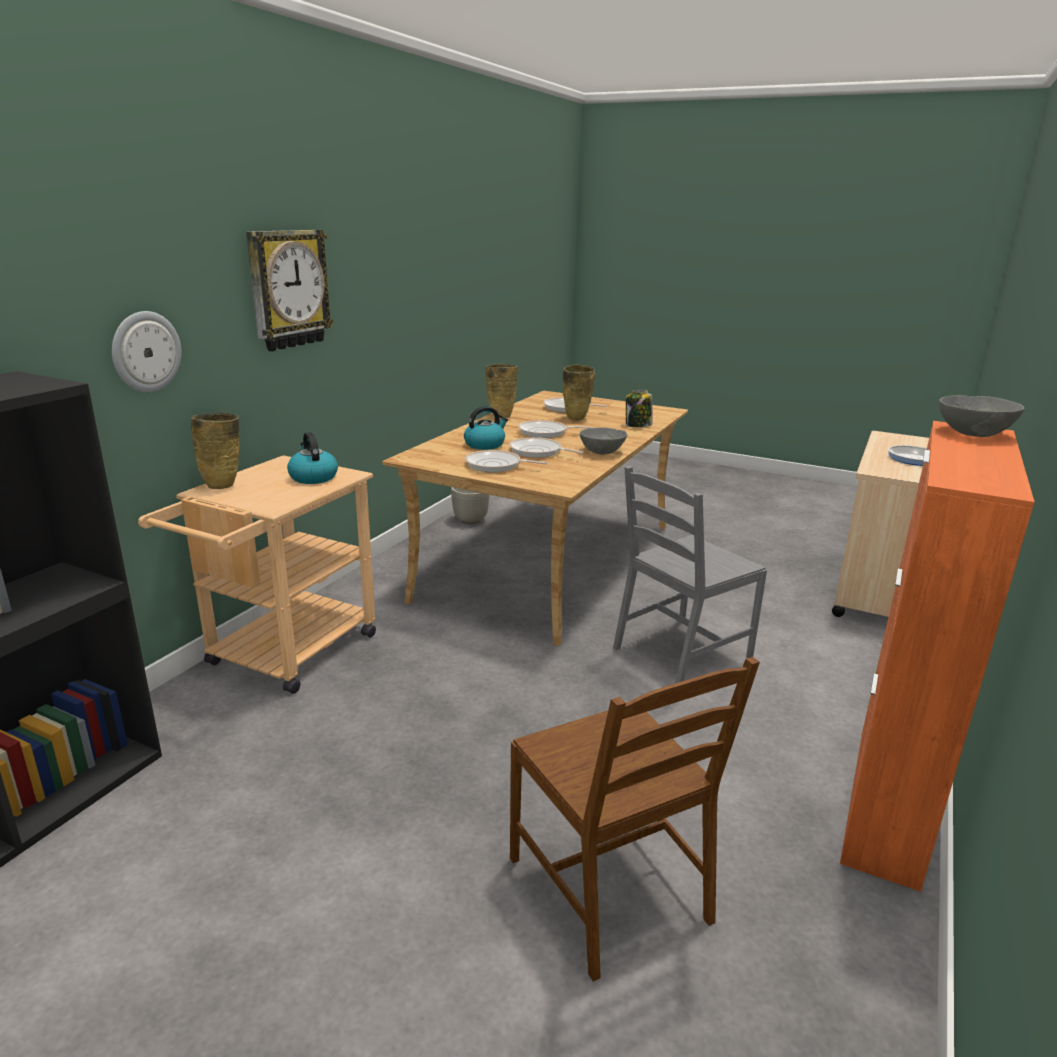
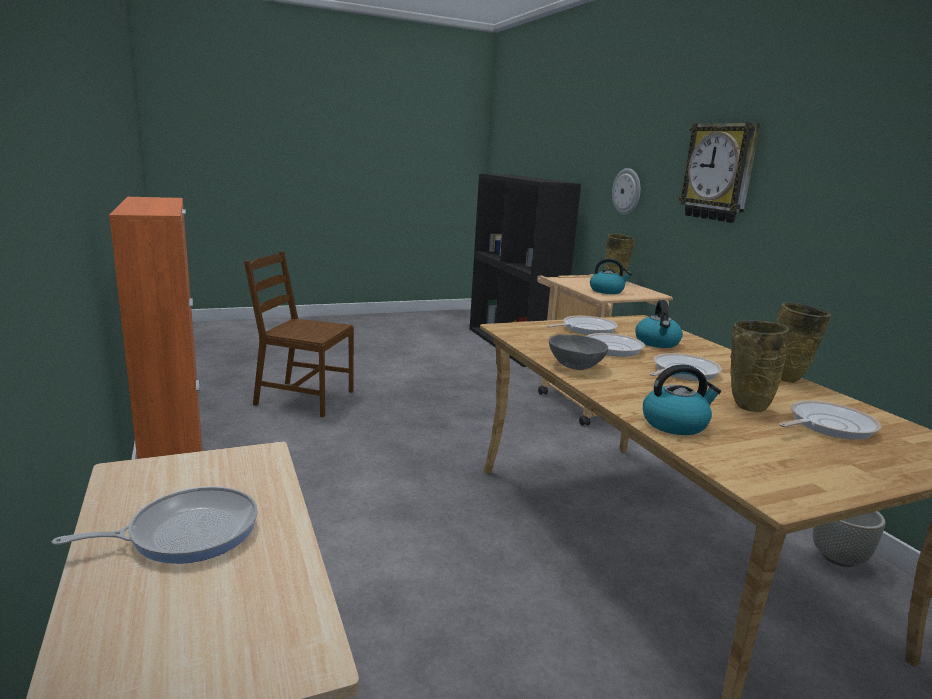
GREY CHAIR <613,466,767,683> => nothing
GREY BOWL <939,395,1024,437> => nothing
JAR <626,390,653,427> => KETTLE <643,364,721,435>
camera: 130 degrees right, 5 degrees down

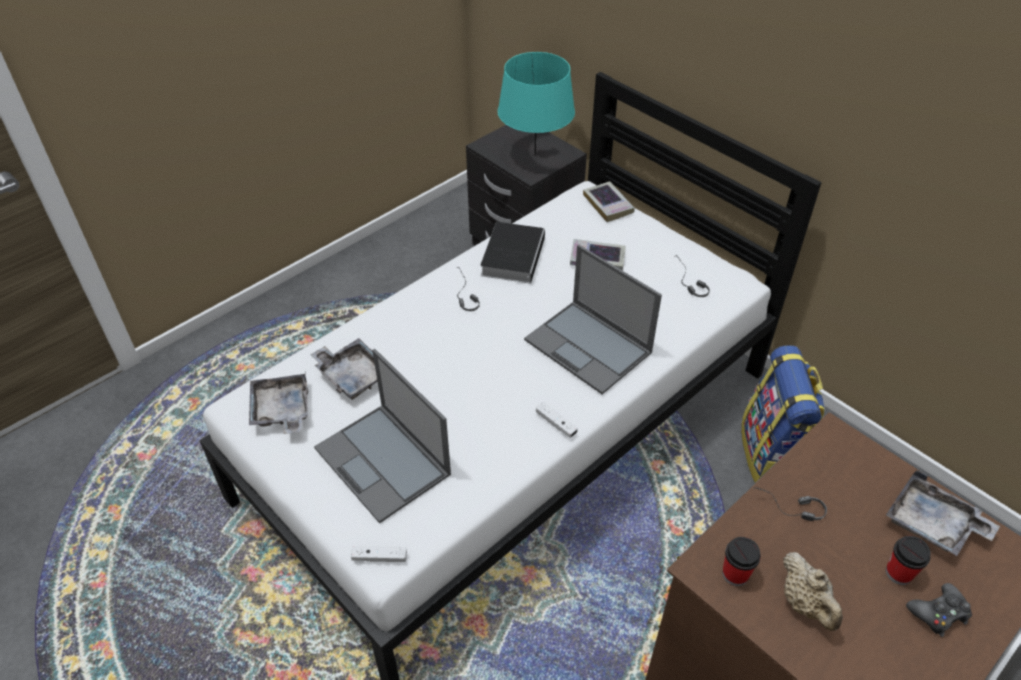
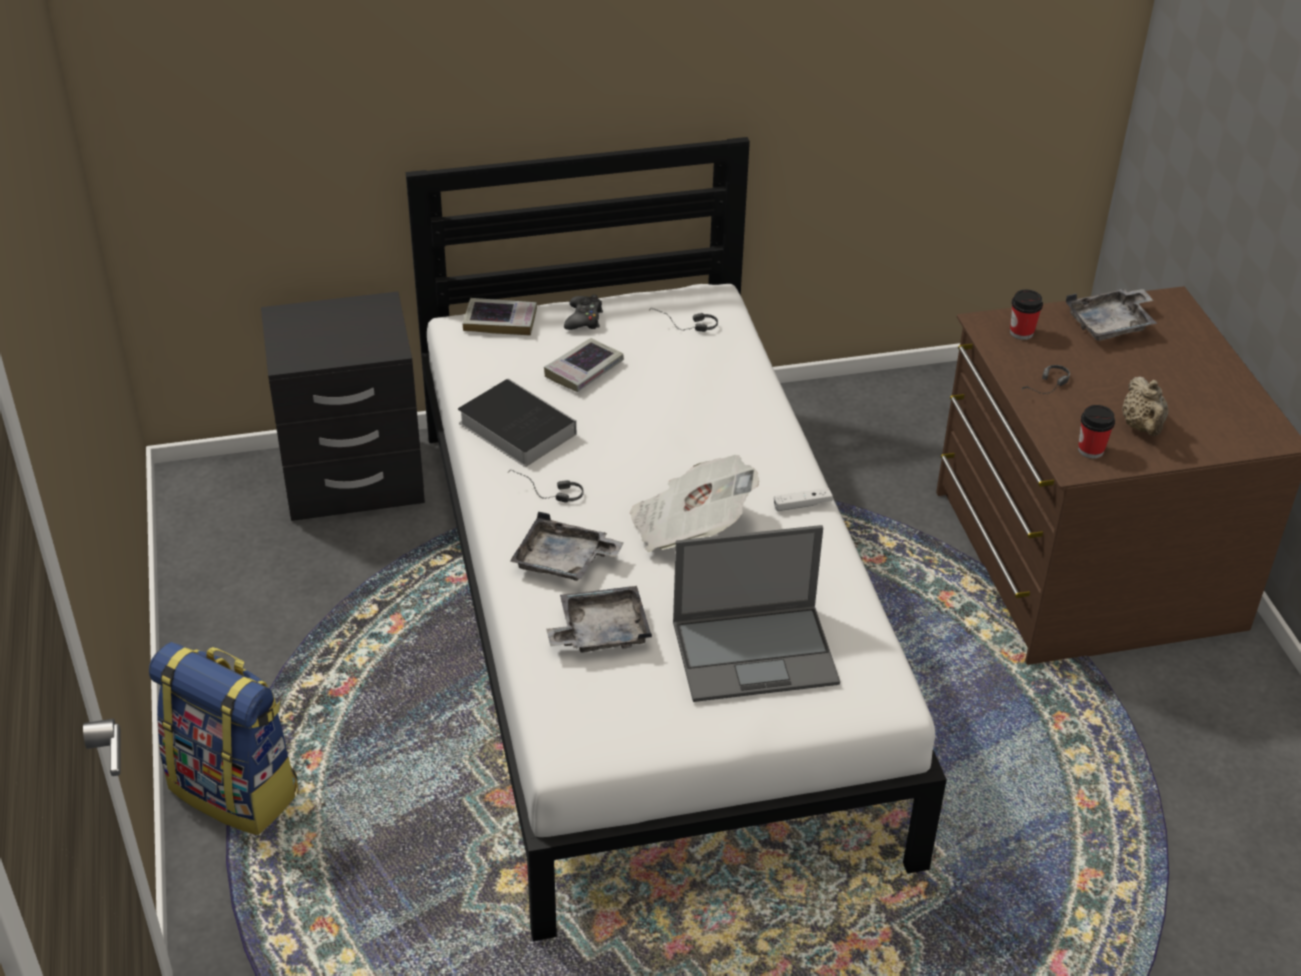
WHITE GAME CONTROLLER <351,546,407,562> => nothing
TURQUOISE TABLE LAMP <498,52,575,155> => nothing
LAPTOP <524,245,662,394> => nothing
nothing => NEWSPAPER <630,455,759,552>
GREY TRAY <249,373,308,434> => GREY TRAY <510,511,624,581>, relocated
BACKPACK <741,345,824,482> => BACKPACK <149,642,299,835>, relocated
CUP <886,536,931,585> => CUP <1010,290,1043,340>, relocated
BLACK GAME CONTROLLER <906,583,972,637> => BLACK GAME CONTROLLER <564,294,603,330>, relocated
BEIGE TEAPOT <783,552,843,631> => BEIGE TEAPOT <1122,377,1168,436>, 75 degrees clockwise
camera: 60 degrees left, 5 degrees down

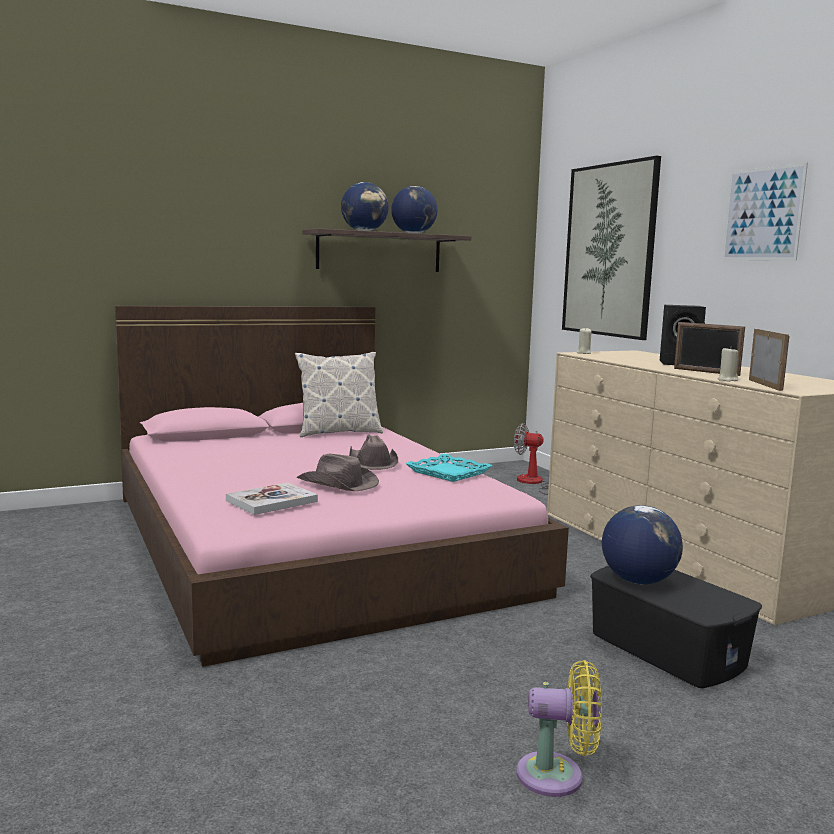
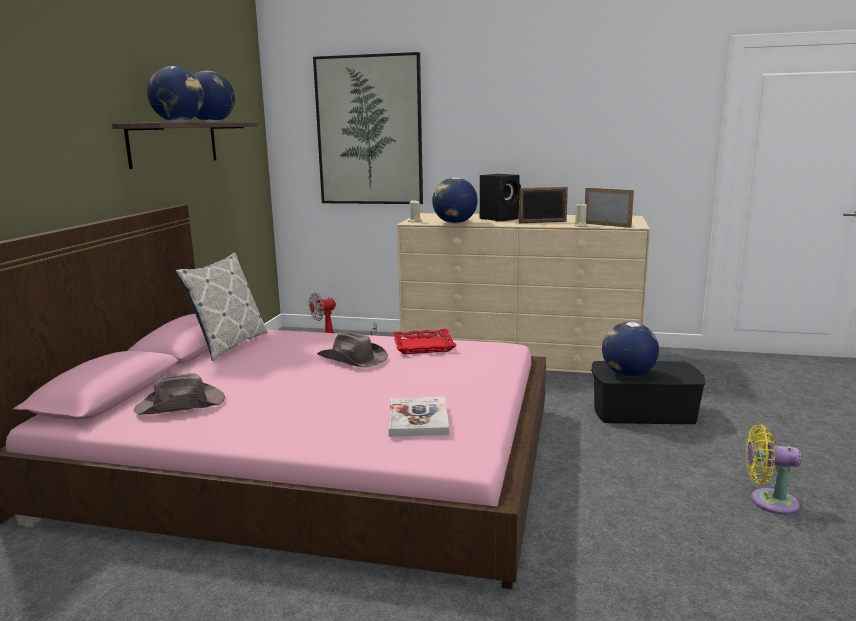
PICTURE <722,162,808,260> => nothing
nothing => GLOBE <432,177,478,223>
BROWN HAT <297,454,379,491> => BROWN HAT <134,373,225,414>, relocated
TURQUOISE TRAY <405,454,493,482> => RED TRAY <392,329,457,354>
YELLOW FAN <516,660,602,797> => YELLOW FAN <746,425,802,515>, 120 degrees counterclockwise
camera: 50 degrees left, 5 degrees up

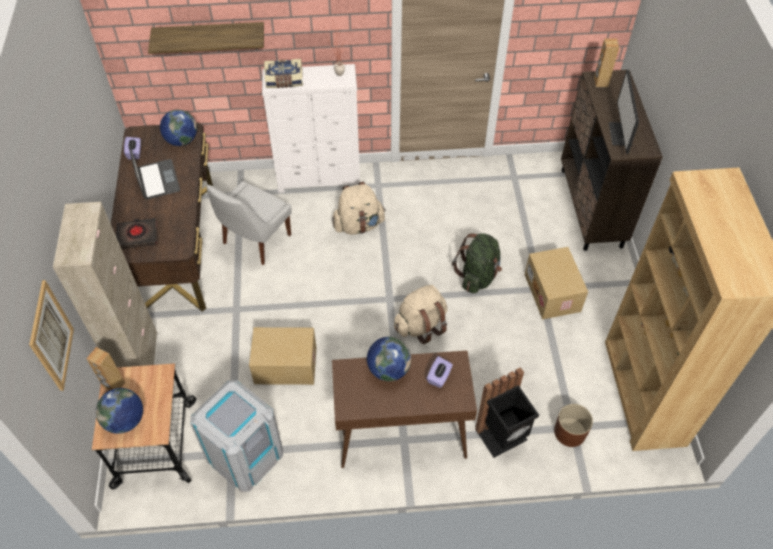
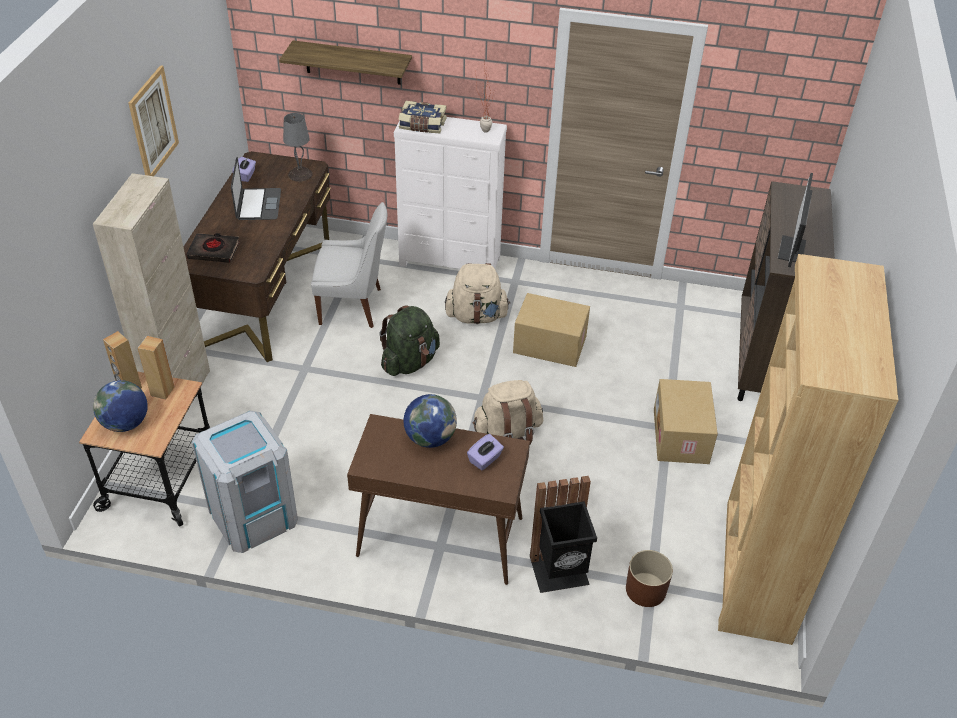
PICTURE <29,280,74,391> => PICTURE <128,65,179,176>, relocated
CARDBOARD BOX <249,327,316,385> => CARDBOARD BOX <513,293,590,367>, relocated
GREEN BACKPACK <452,233,502,294> => GREEN BACKPACK <379,305,440,376>, relocated
BROWN SPEAKER <594,39,619,87> => BROWN SPEAKER <138,336,175,400>, relocated
GLOBE <160,110,197,146> => GREY TABLE LAMP <283,113,313,182>
WHITE CHAIR <206,181,292,265> => WHITE CHAIR <311,202,387,328>, 135 degrees counterclockwise
camera: 15 degrees right, 10 degrees down

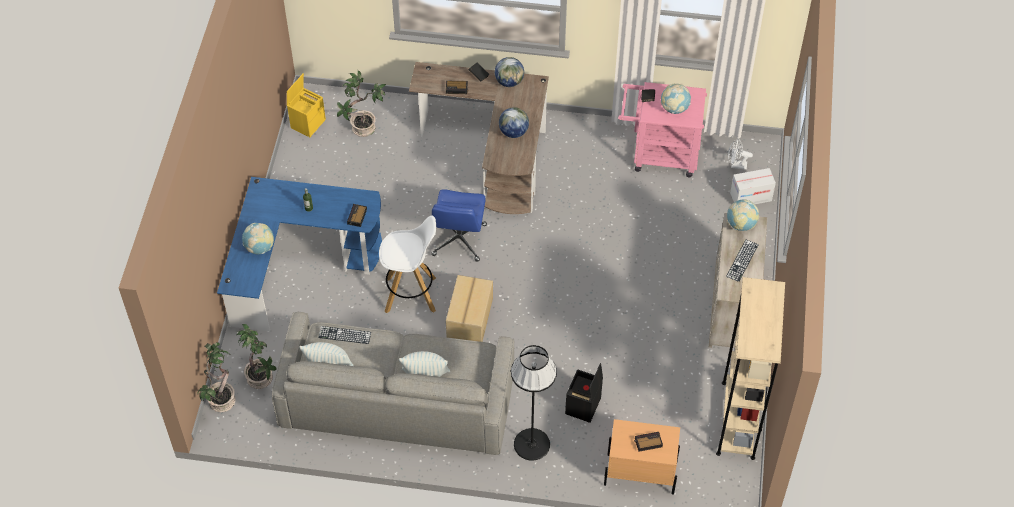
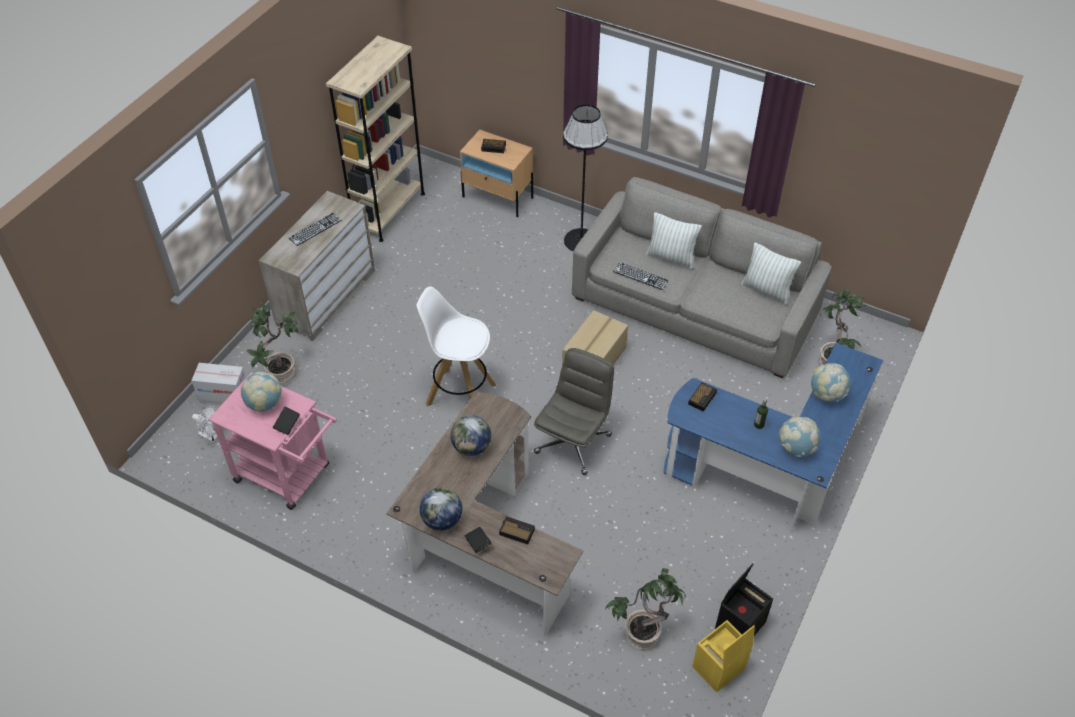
POTTED PLANT <197,342,235,412> => POTTED PLANT <246,303,299,384>, relocated
KEYBOARD <318,326,371,344> => KEYBOARD <613,262,669,290>, relocated
WHITE STOOL <379,216,436,313> => WHITE STOOL <416,286,496,406>, relocated
BLACK STORAGE BOX <565,363,603,423> => BLACK STORAGE BOX <715,563,773,636>, relocated
GLOBE <727,200,759,231> => GLOBE <779,417,820,457>, relocated
BLUE OFFICE CHAIR <431,189,487,262> => GREY OFFICE CHAIR <534,348,614,475>
camera: 160 degrees left, 5 degrees down

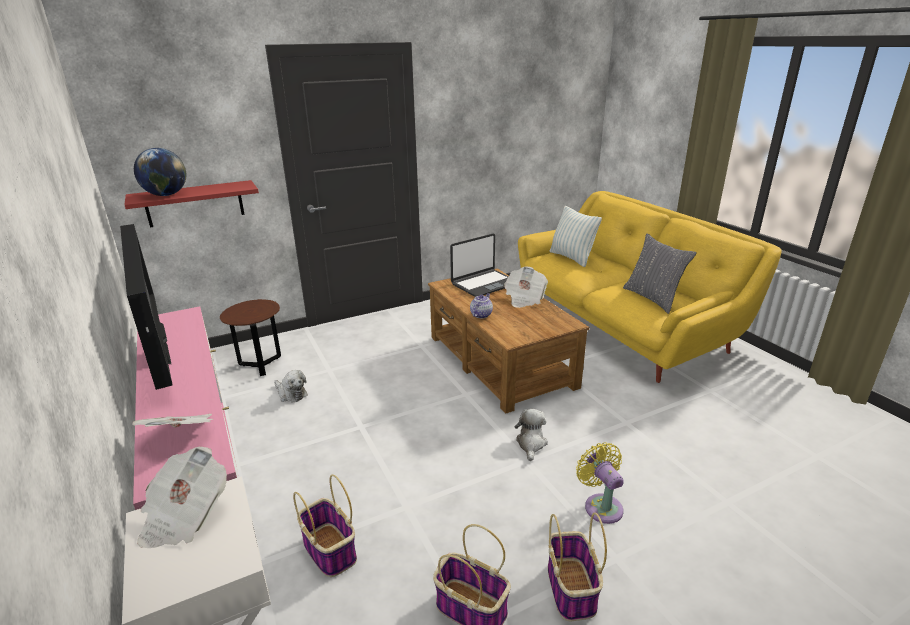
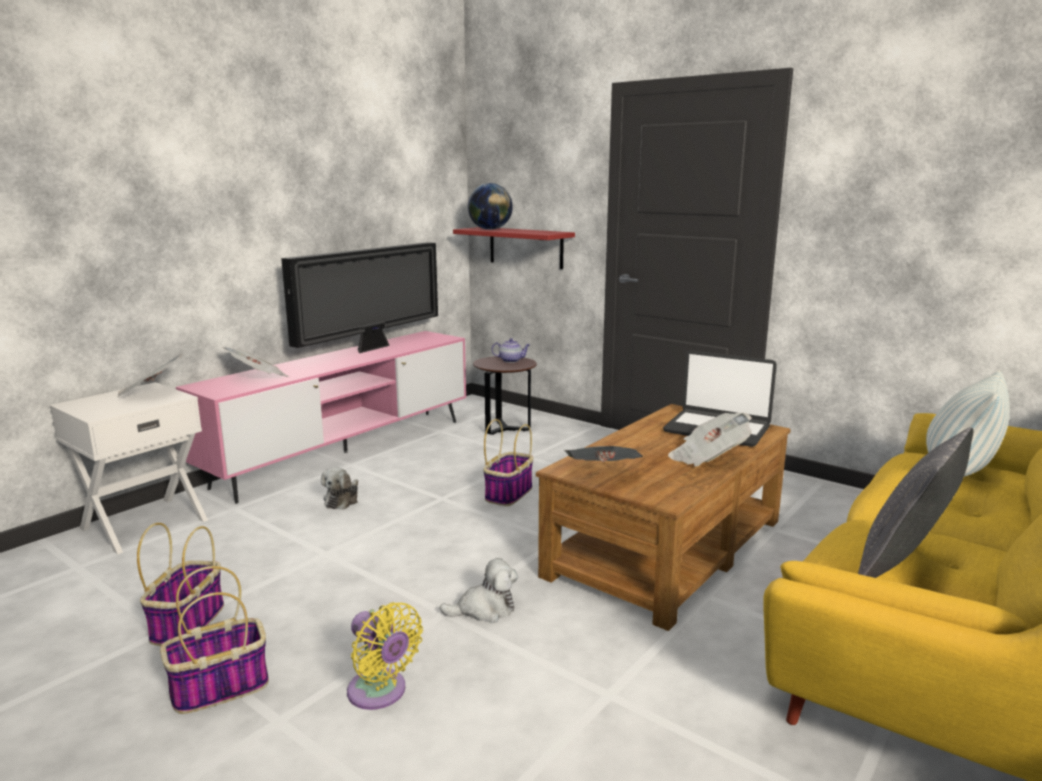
nothing => NEWSPAPER <564,446,643,462>
PLUSH TOY <274,370,308,403> => PLUSH TOY <321,467,358,510>, relocated
BASKET <293,474,357,577> => BASKET <483,419,533,506>, relocated
TEAPOT <470,293,493,318> => TEAPOT <492,338,530,363>, relocated
YELLOW FAN <576,442,624,524> => YELLOW FAN <347,602,423,710>, 90 degrees clockwise
camera: 65 degrees right, 10 degrees down

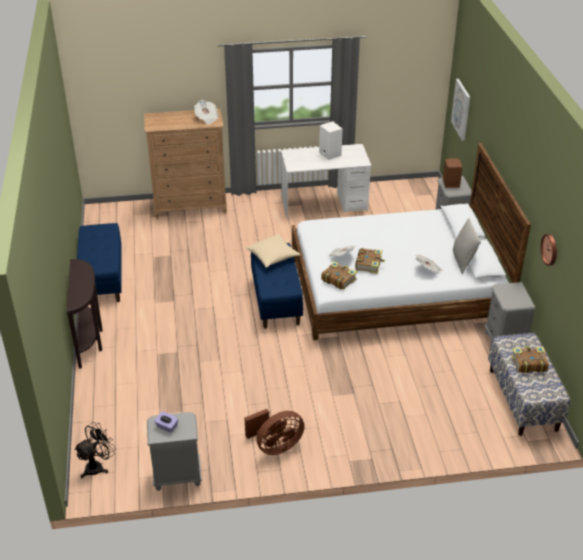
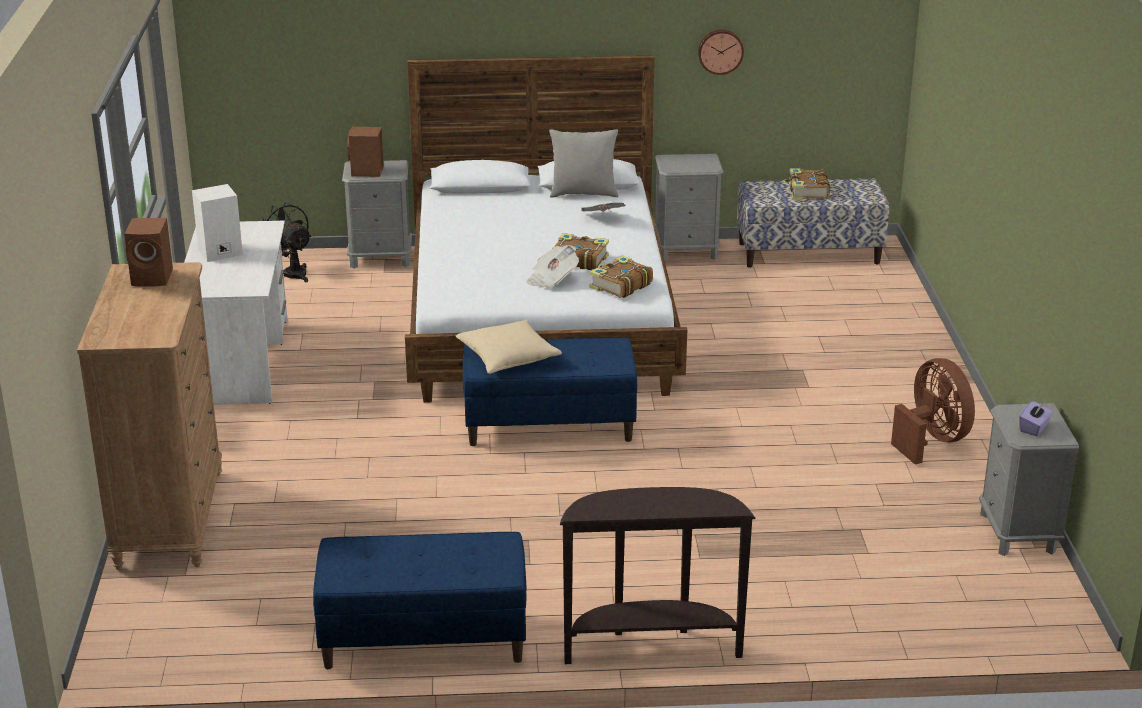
PICTURE <451,79,470,141> => nothing
BLACK FAN <74,422,116,478> => BLACK FAN <261,202,311,282>, relocated
NEWSPAPER <194,100,219,125> => BROWN SPEAKER <124,218,173,287>
camera: 85 degrees left, 10 degrees down

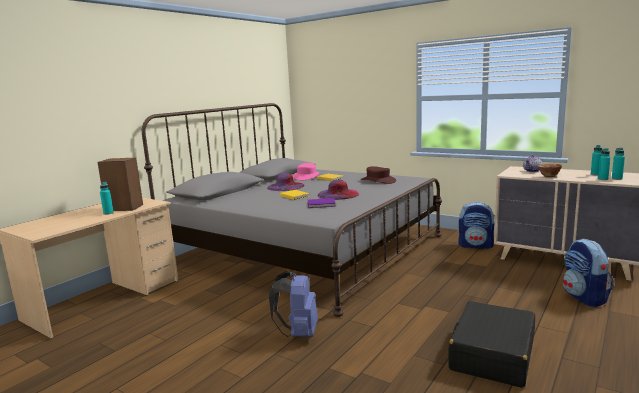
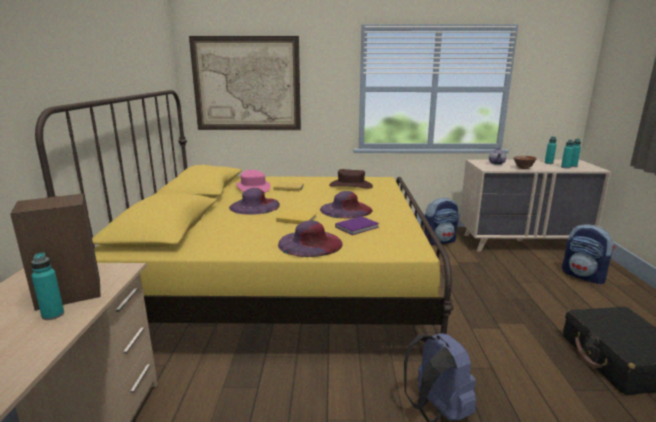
nothing => PICTURE <189,36,301,130>
nothing => PURPLE HAT <278,220,343,257>
GREY BED <142,103,442,317> => YELLOW BED <35,90,454,334>
camera: 35 degrees left, 5 degrees up

